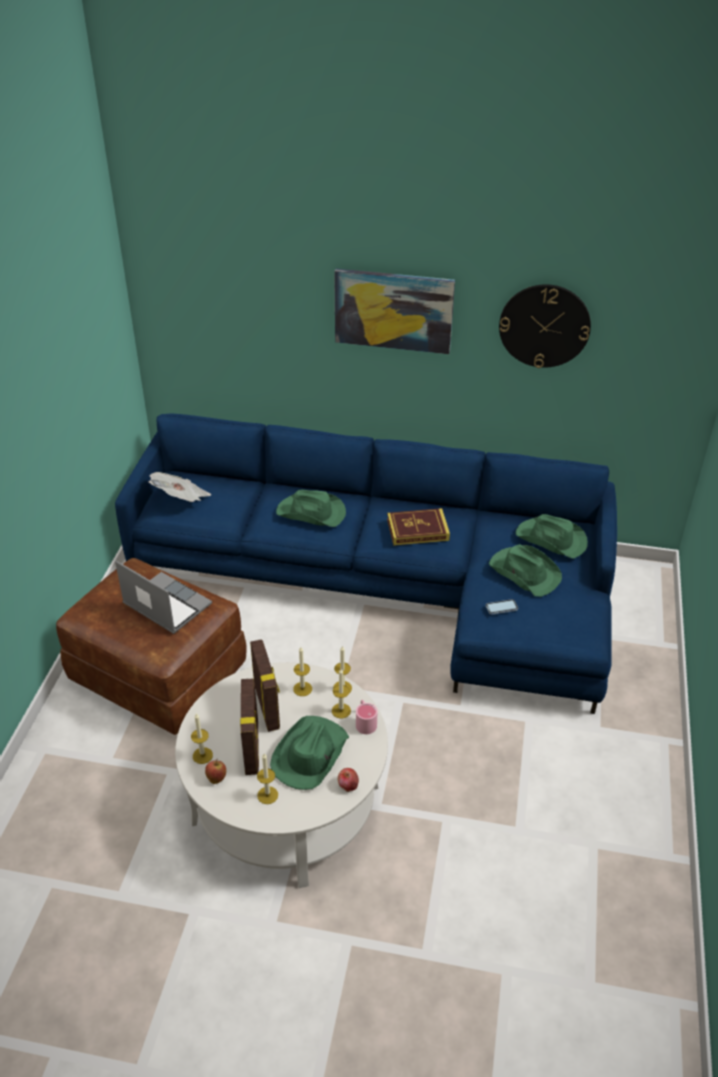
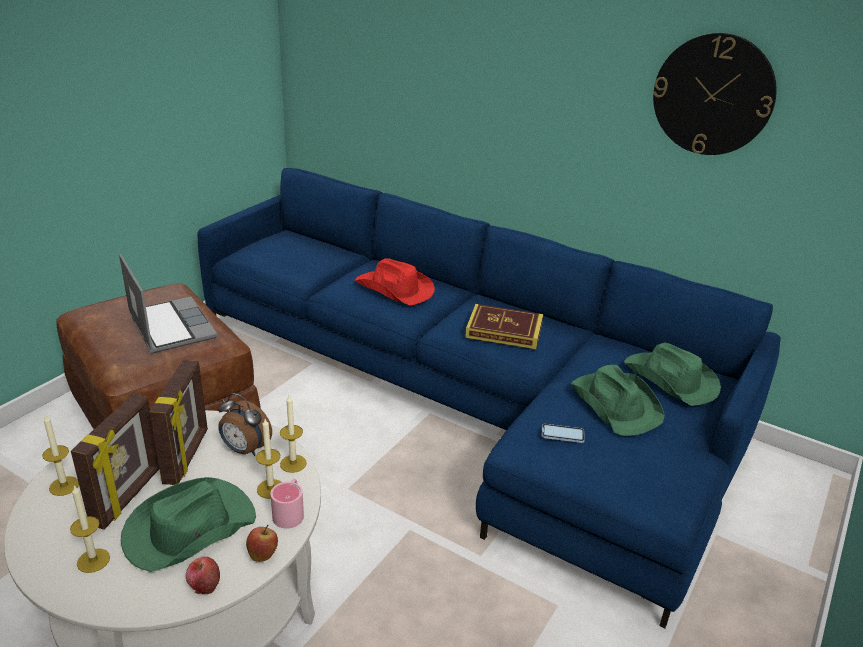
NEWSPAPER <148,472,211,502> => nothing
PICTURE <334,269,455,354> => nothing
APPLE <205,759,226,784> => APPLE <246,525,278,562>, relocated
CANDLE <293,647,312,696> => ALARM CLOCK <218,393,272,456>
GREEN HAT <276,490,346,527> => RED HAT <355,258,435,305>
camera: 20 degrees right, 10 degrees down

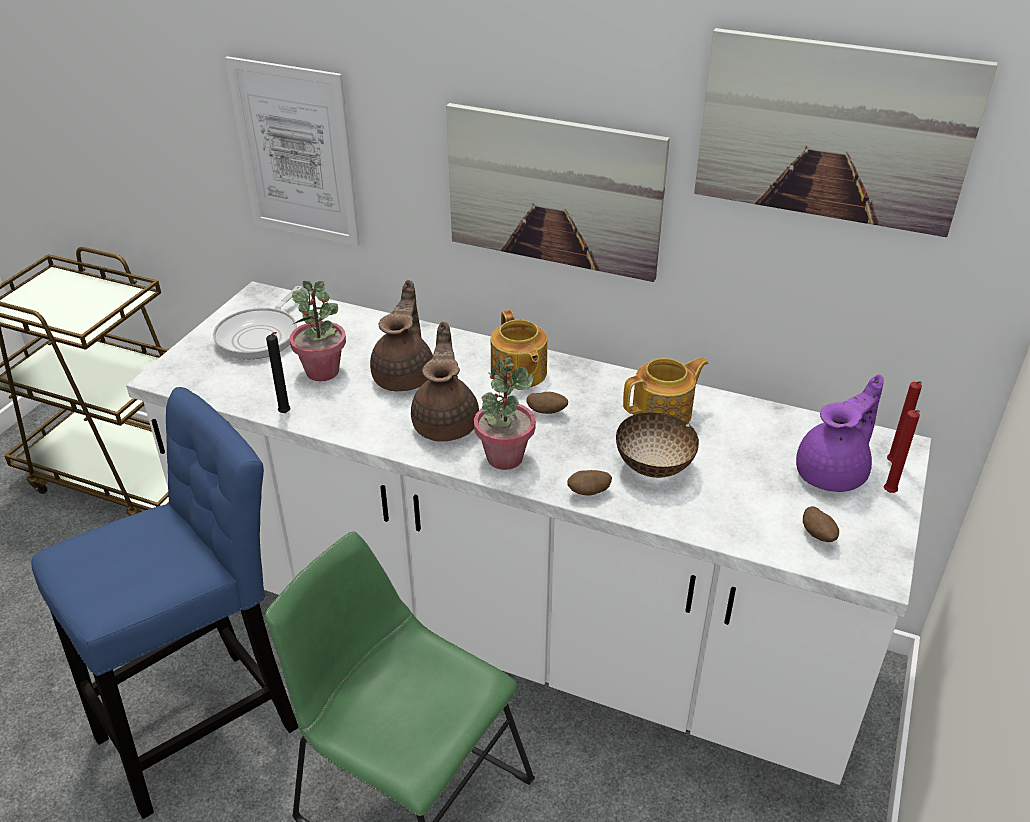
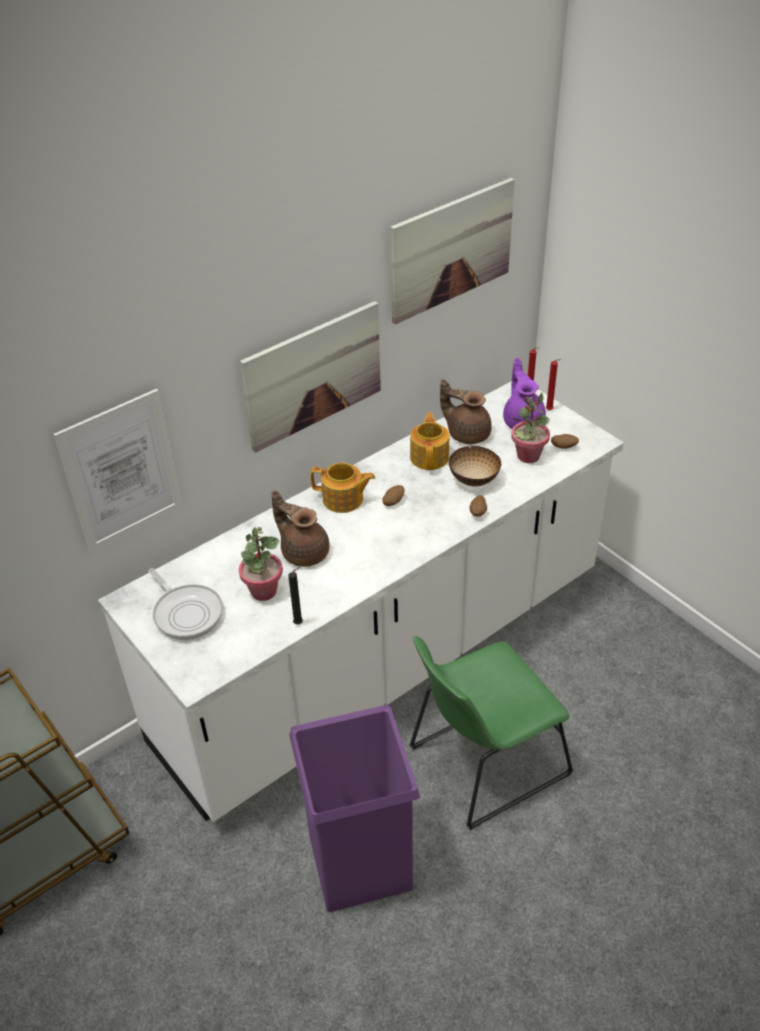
BROWN TEAPOT <411,322,479,442> => BROWN TEAPOT <440,379,492,444>, relocated
POTTED PLANT <474,358,536,470> => POTTED PLANT <511,393,550,463>, relocated
BLUE STOOL <31,387,299,819> => PURPLE TRASH CAN <289,705,420,912>
camera: 60 degrees left, 5 degrees up

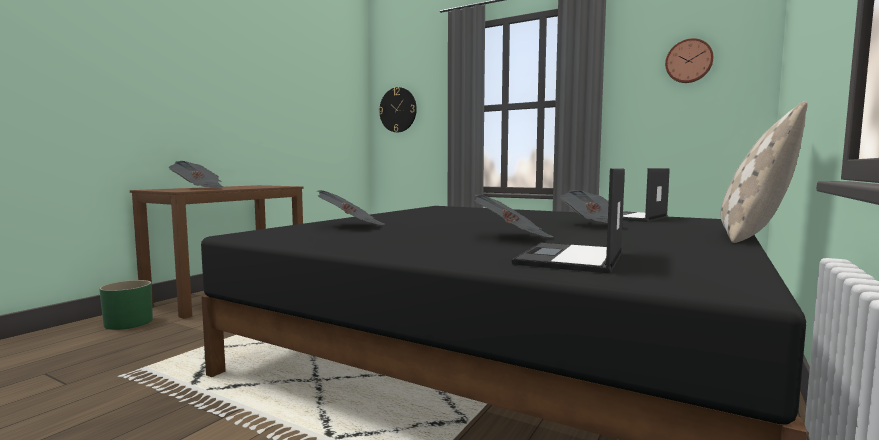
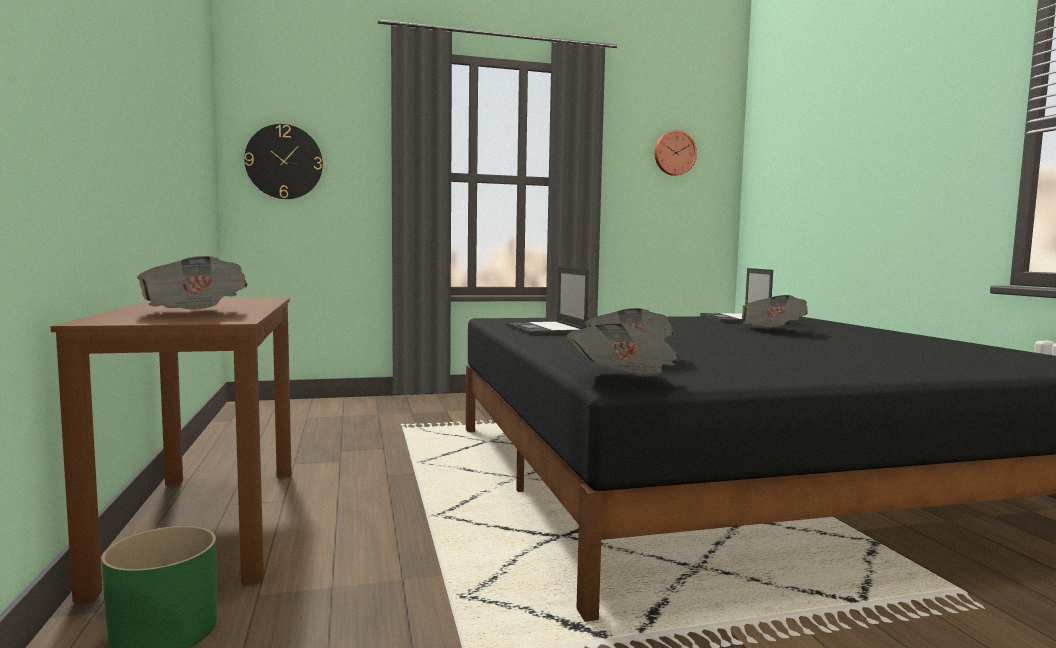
BEIGE PILLOW <720,101,808,243> => nothing
NEWSPAPER <474,194,554,237> => NEWSPAPER <567,323,679,374>, relocated
LAPTOP <512,168,625,274> => LAPTOP <506,267,589,335>, relocated
camera: 45 degrees left, 0 degrees up

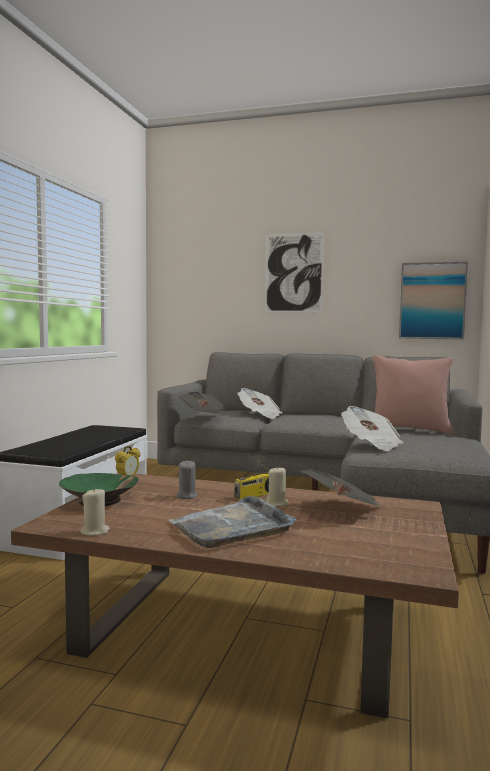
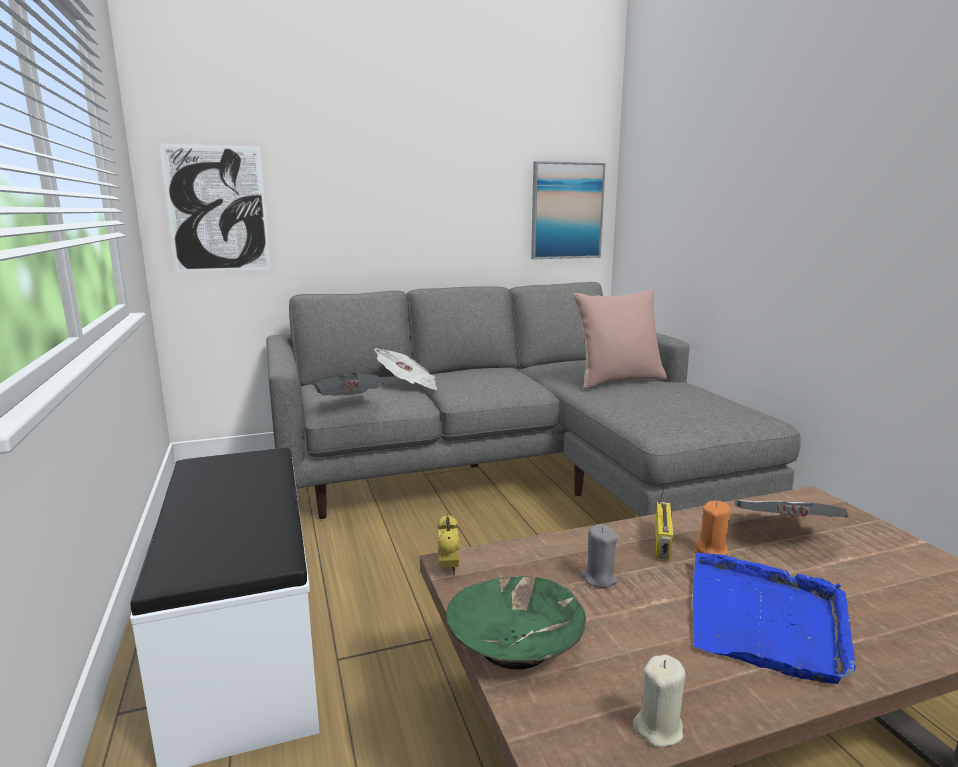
NEWSPAPER <341,406,404,451> => nothing
PICTURE <265,232,324,312> => PICTURE <159,144,271,272>, relocated
GREY TRAY <169,496,296,548> => BLUE TRAY <693,553,856,684>
BEIGE CANDLE <266,466,289,506> => ORANGE CANDLE <695,500,730,555>
camera: 35 degrees left, 10 degrees up

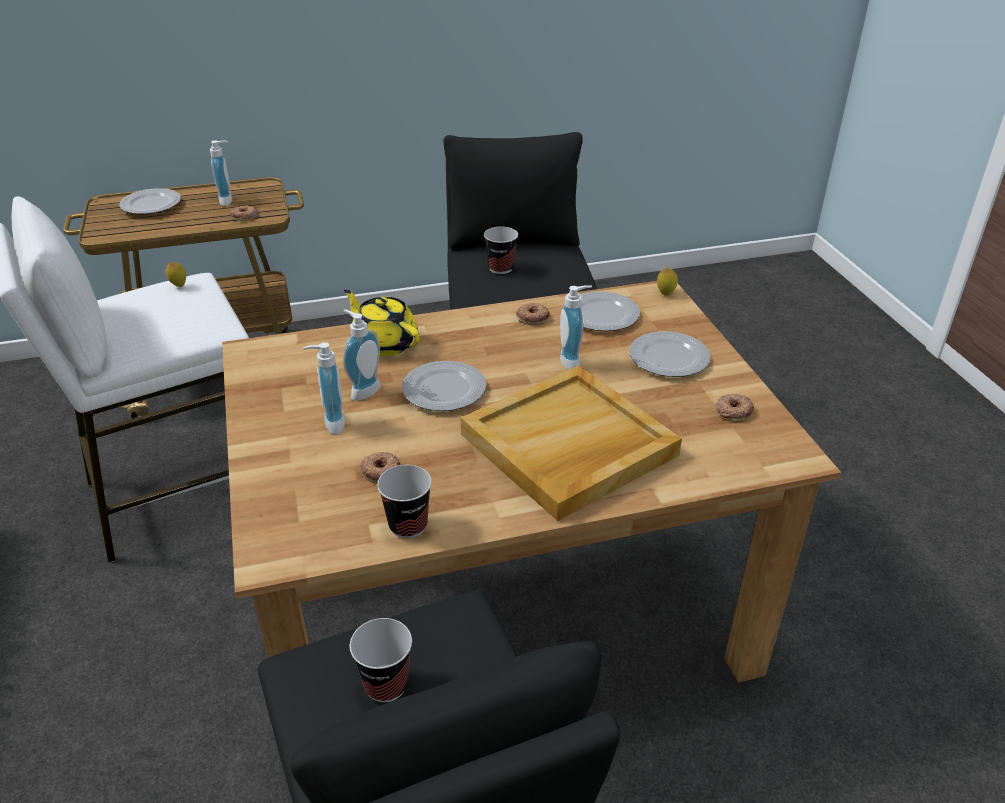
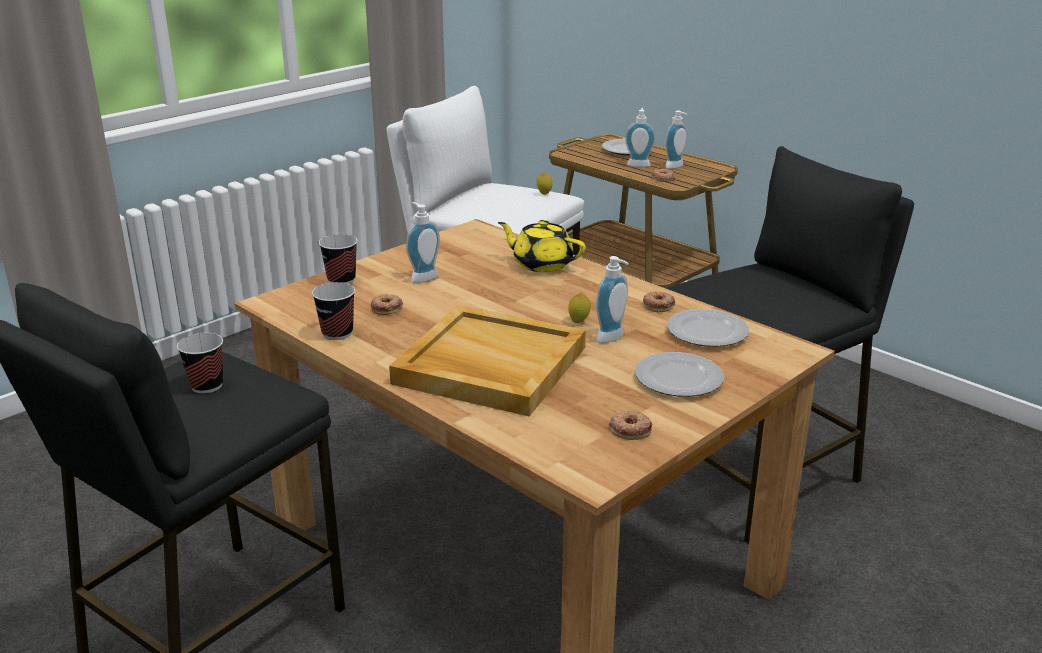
PLATE <402,361,487,411> => nothing
SOAP DISPENSER <343,309,381,401> => SOAP DISPENSER <625,108,655,167>, relocated
CUP <484,226,518,274> => CUP <319,234,358,284>, relocated
LEMON <657,268,678,296> => LEMON <568,293,591,323>, relocated
YELLOW TEAPOT <344,290,420,356> => YELLOW TEAPOT <498,220,585,272>, 75 degrees counterclockwise
camera: 60 degrees right, 10 degrees down

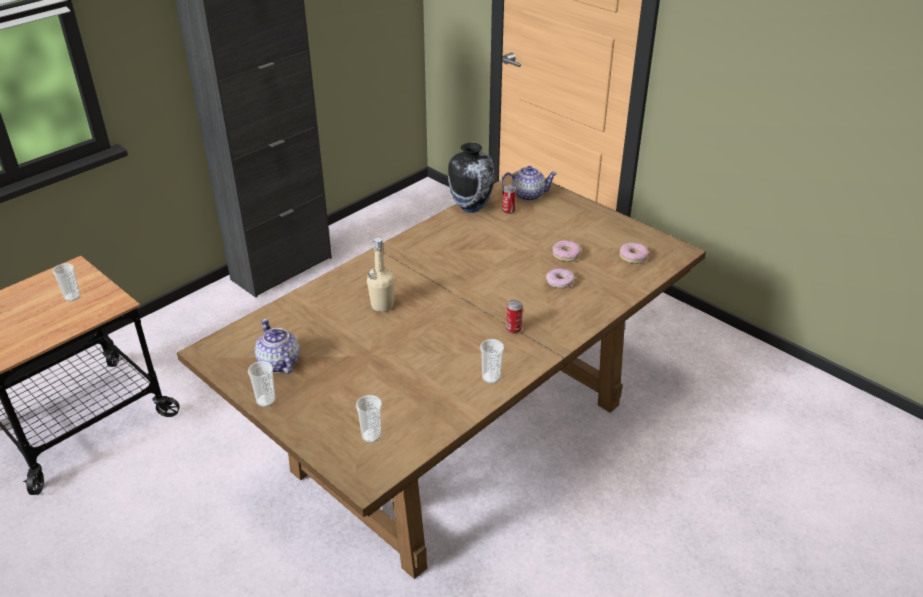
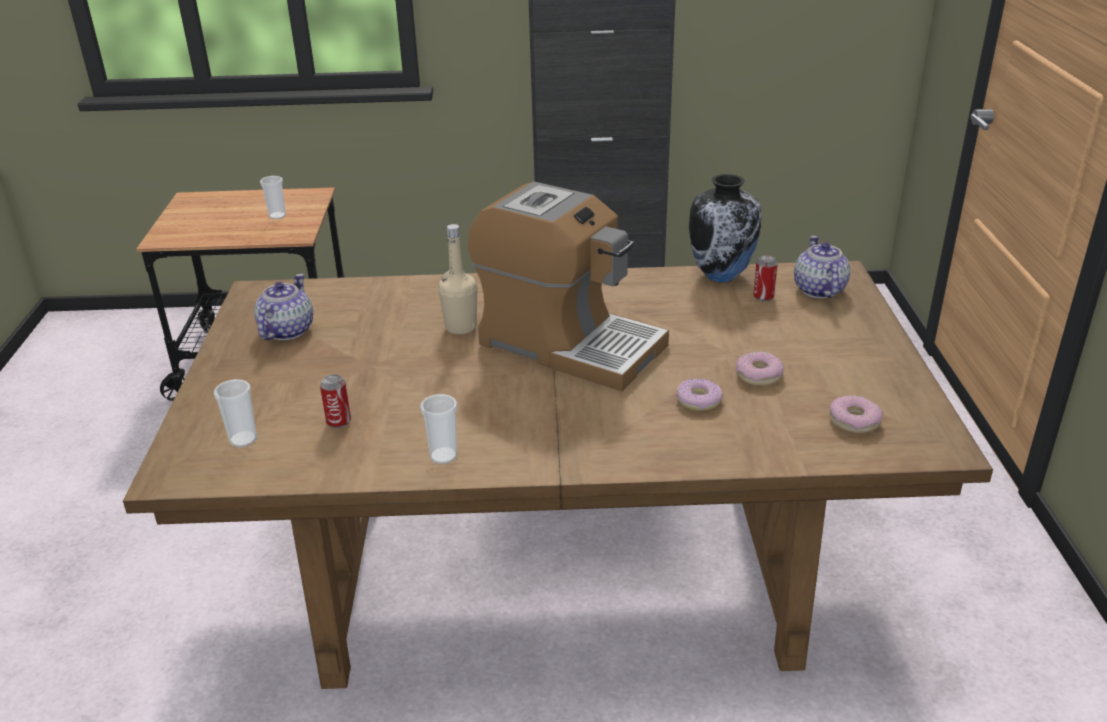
CUP <248,361,275,407> => nothing
nothing => COFFEE MACHINE <468,182,669,391>
CAN <506,300,523,333> => CAN <320,374,351,428>, relocated
TEAPOT <501,166,557,201> => TEAPOT <794,236,850,298>, 135 degrees counterclockwise
camera: 45 degrees right, 5 degrees down

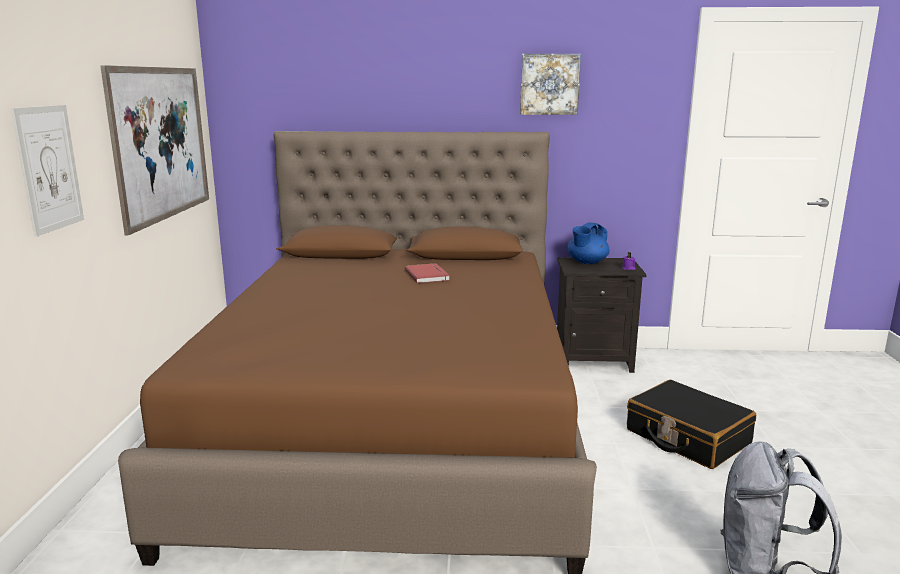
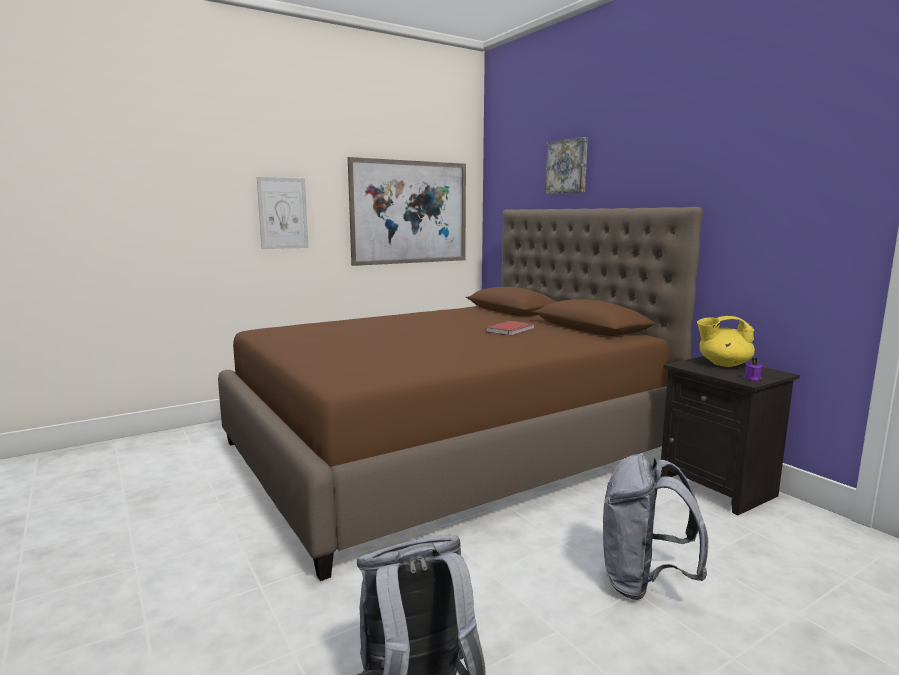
PICTURE <520,54,581,115> => PICTURE <545,137,588,194>, relocated
BLACK SUITCASE <627,380,756,469> => GREY BACKPACK <603,454,708,600>
BLUE TEAPOT <567,222,610,264> => YELLOW TEAPOT <697,316,755,367>
camera: 55 degrees right, 5 degrees down

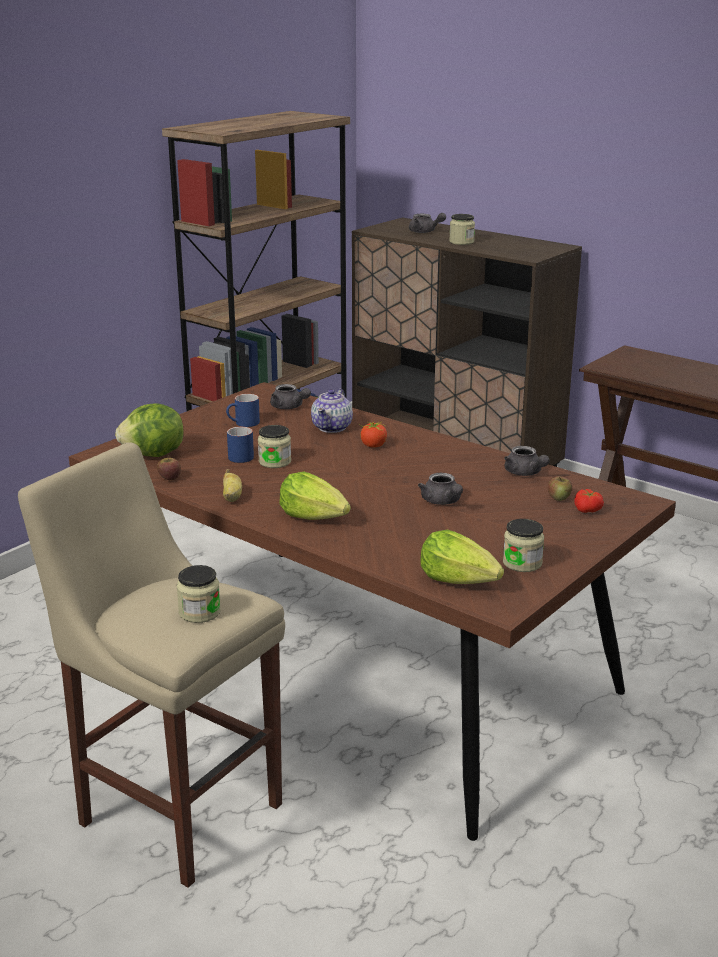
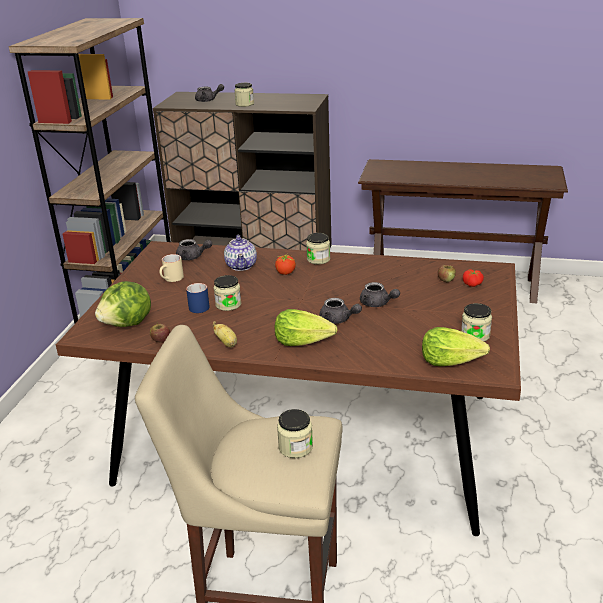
nothing => JAR <306,233,330,264>
GREY TEAPOT <504,446,550,476> => GREY TEAPOT <320,298,362,324>, relocated
BLUE MUG <226,394,260,427> => BEIGE MUG <159,254,184,282>
camera: 25 degrees left, 5 degrees up

